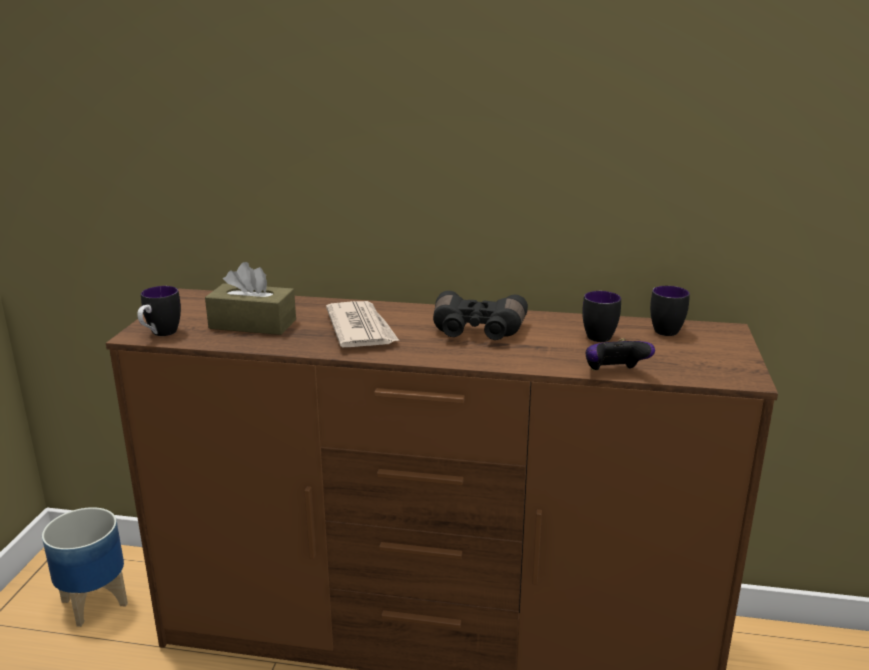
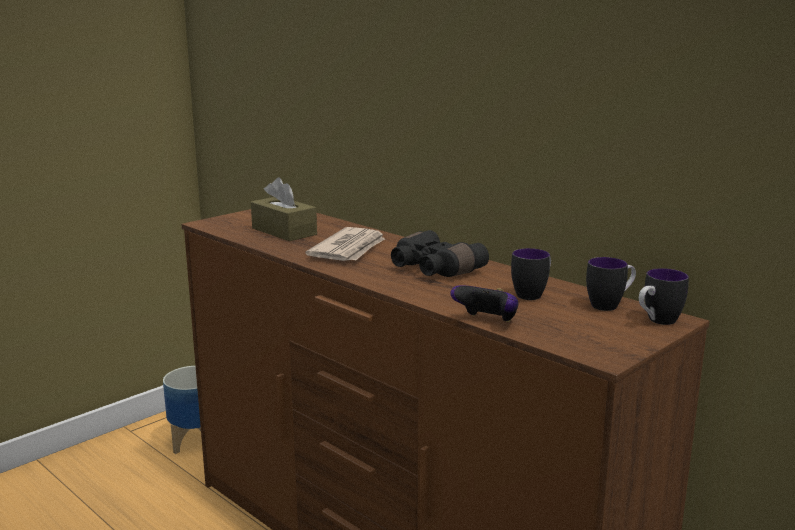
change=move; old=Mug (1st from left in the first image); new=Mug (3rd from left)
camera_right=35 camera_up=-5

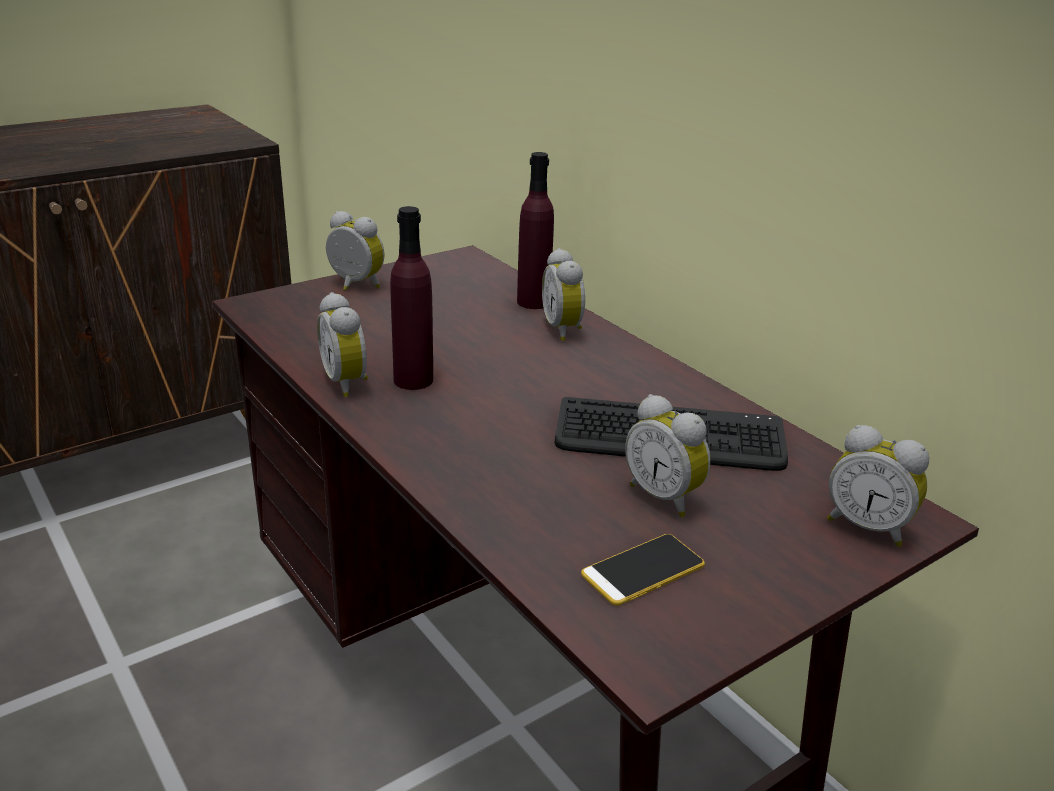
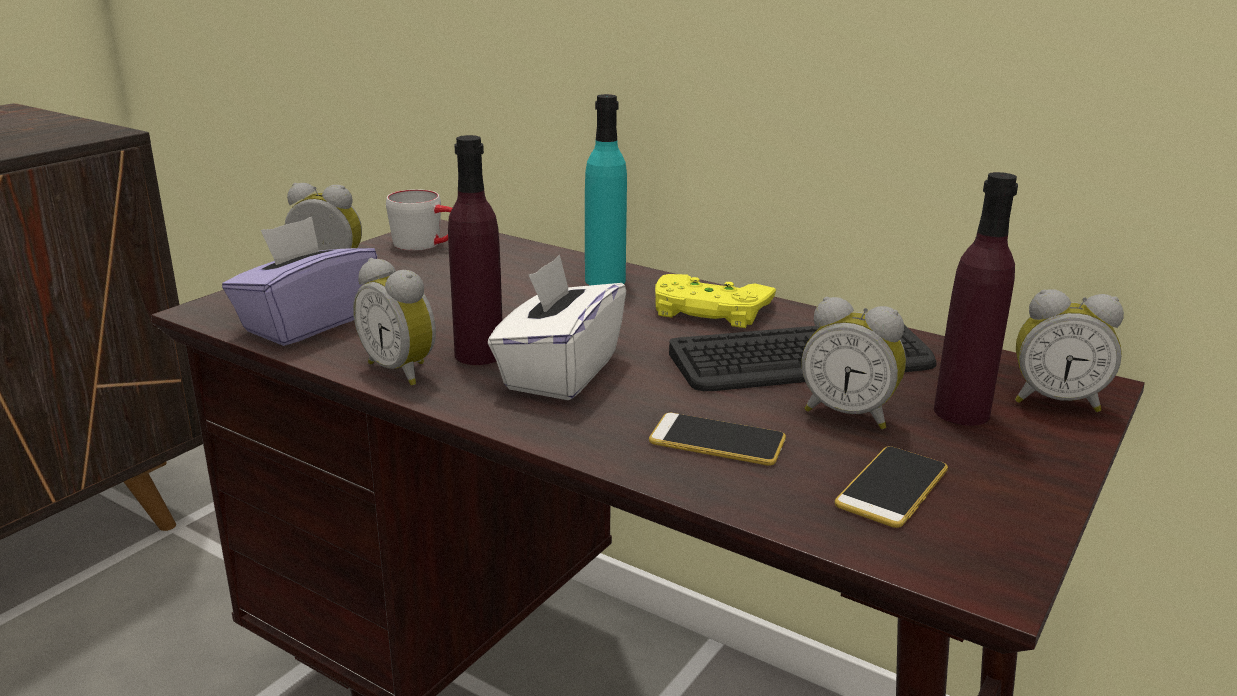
change=insert; new=PurpleTissueBox
change=insert; new=GreyMug
change=insert; new=WhiteTissueBox
change=replace; old=AlarmClock (3rd from left); new=TurquoiseBottle
change=insert; new=Phone (1st from left)
change=insert; new=YellowGameController
change=move; old=PurpleBottle (2nd from left)
camera_right=-20 camera_up=-5

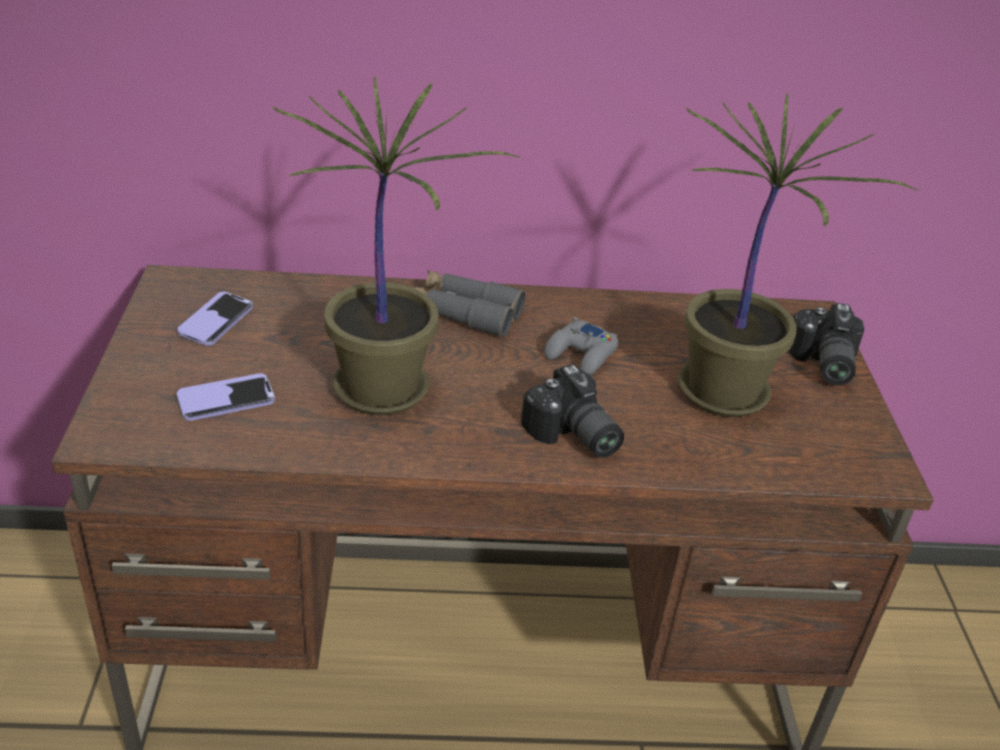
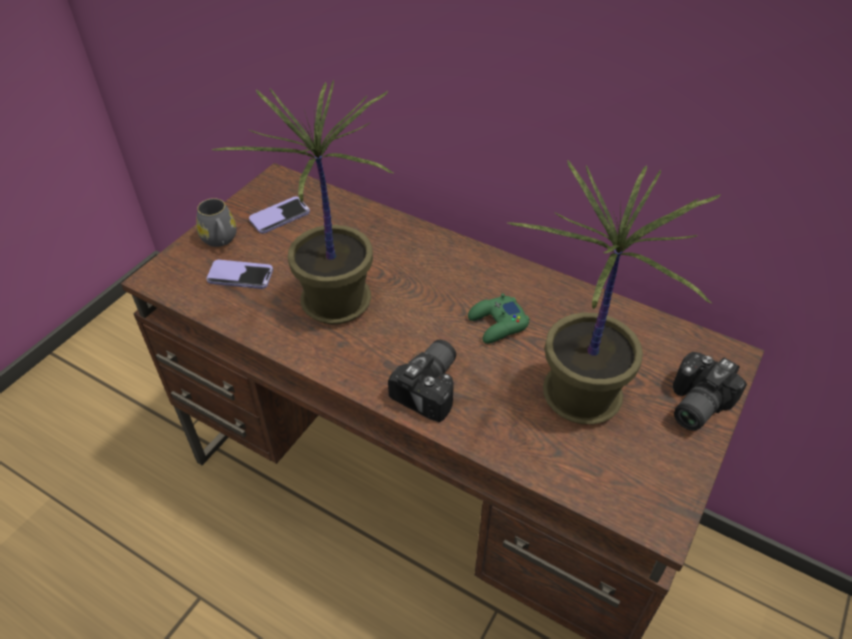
change=insert; new=GreyMug
change=rotate; old=PhotoCamera (1st from left); degrees=-150
change=recolor; old=GreyGameController; new=GreenGameController
change=delete; old=GreyBinoculars
camera_right=35 camera_up=10

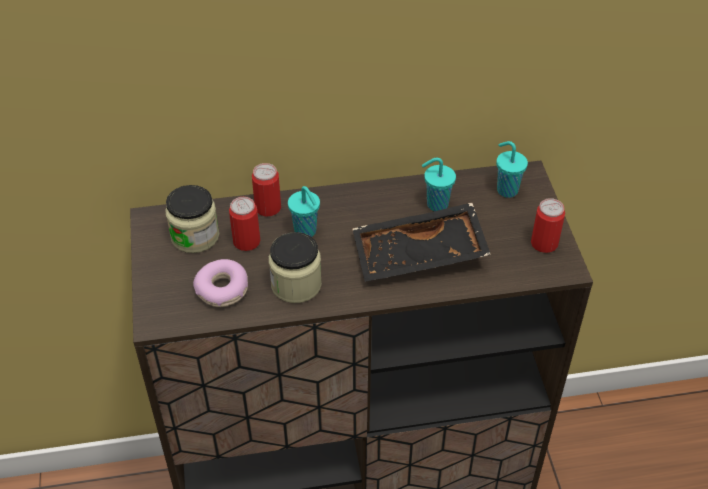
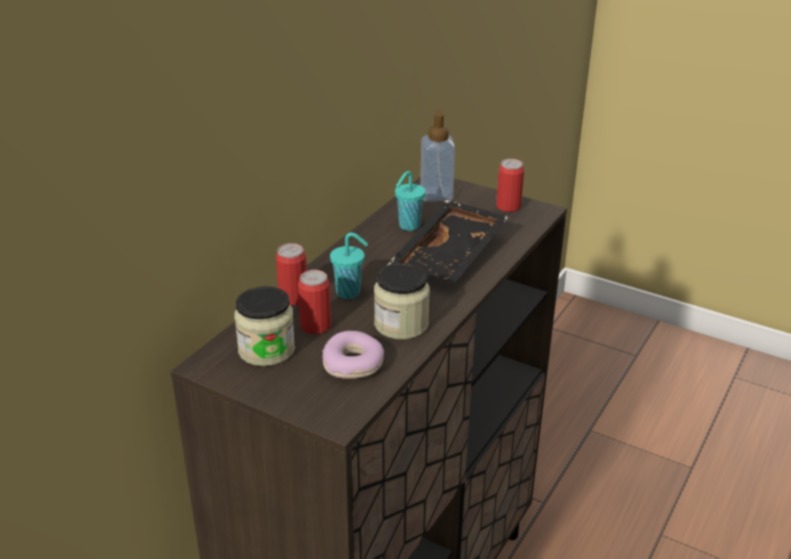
change=replace; old=TurquoiseCup (3rd from left); new=SoapDispenser
camera_right=-50 camera_up=-15

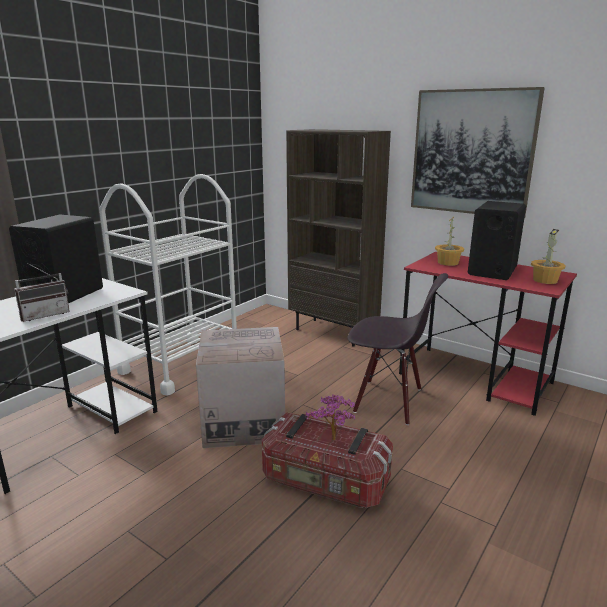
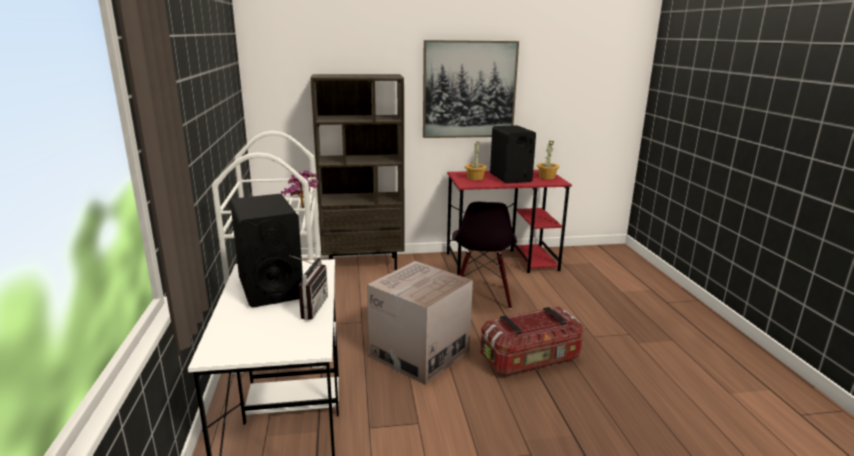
change=move; old=PottedPlant (1st from left)
change=rotate; old=BlackChair; degrees=120
camera_right=-45 camera_up=0

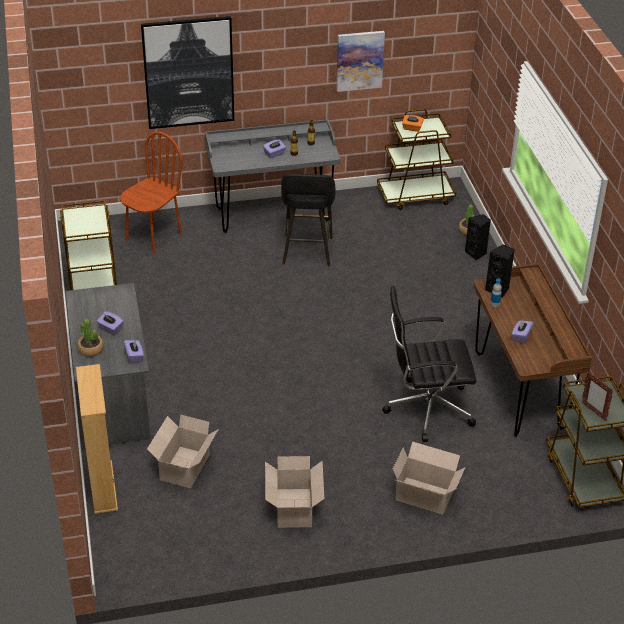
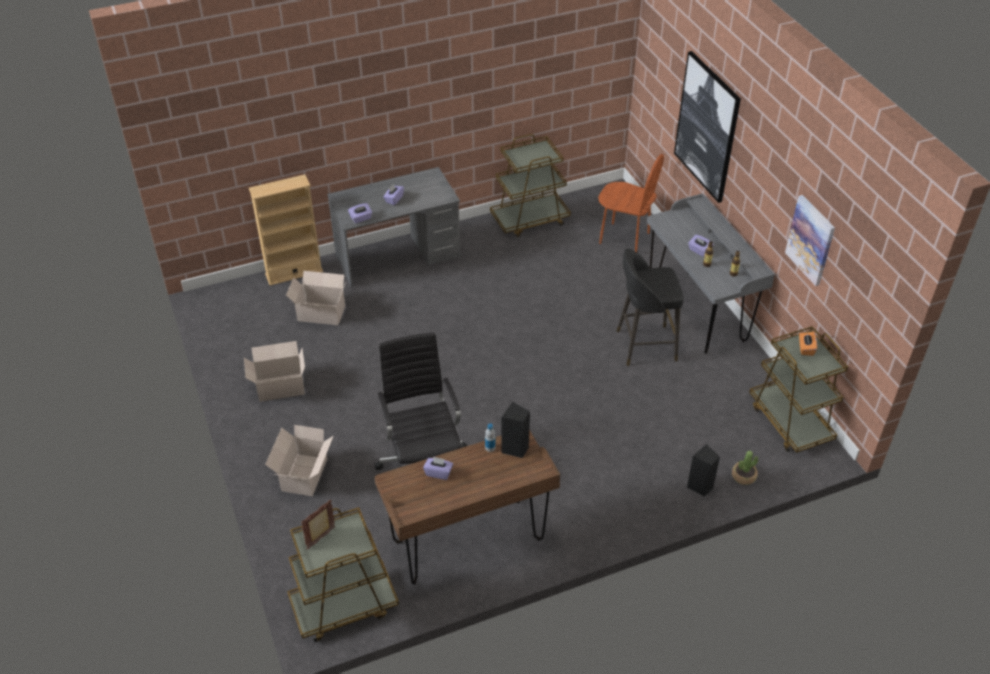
change=delete; old=PottedPlant (1st from left)
camera_right=80 camera_up=5

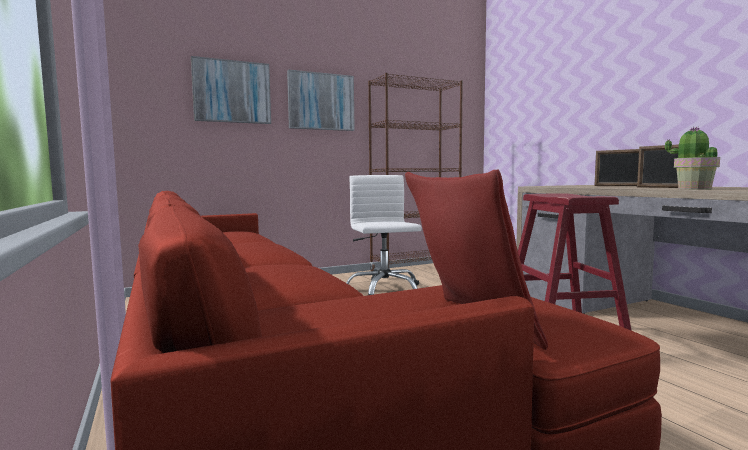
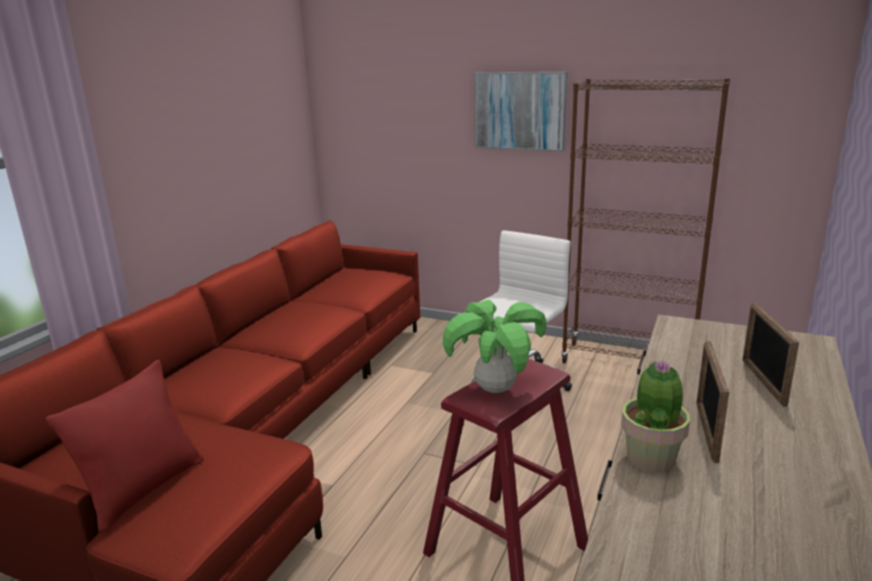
change=insert; new=PottedPlant (1st from left)
change=delete; old=Picture (1st from left)
camera_right=50 camera_up=15

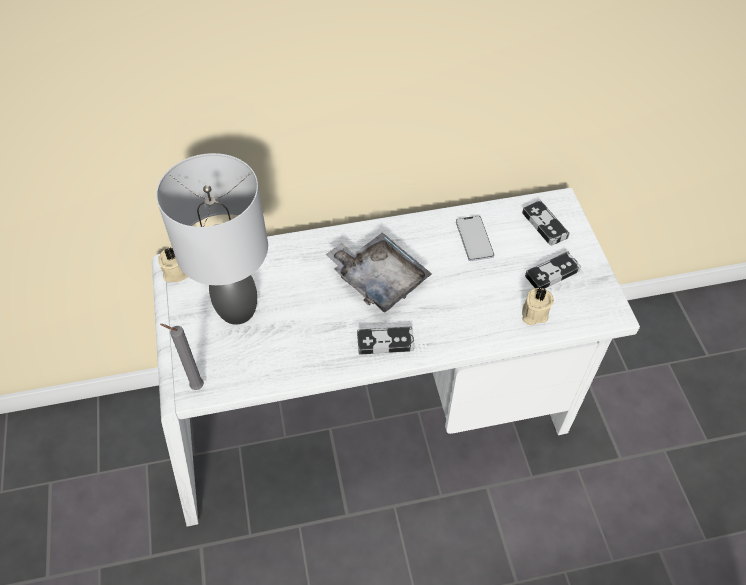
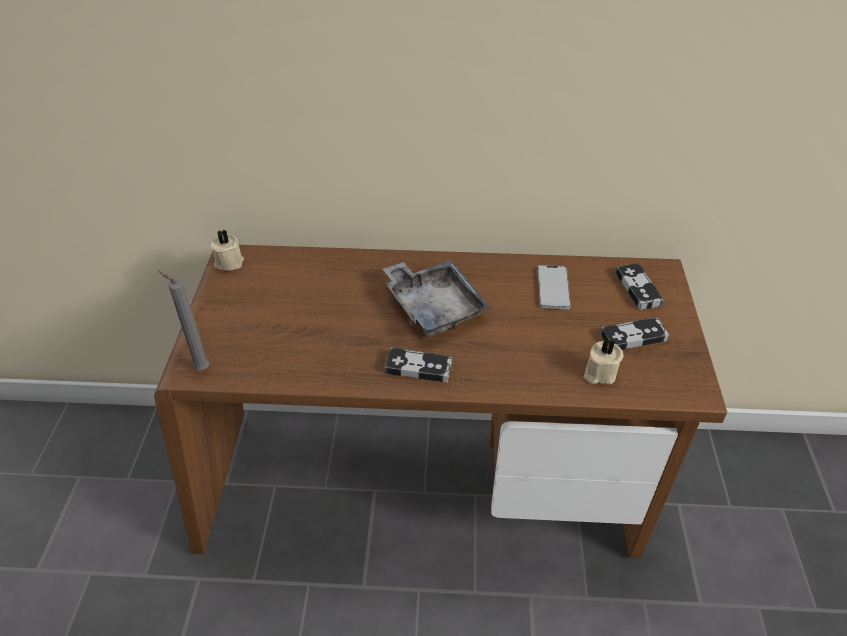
change=recolor; old=WhiteDesk; new=BrownDesk
change=delete; old=GreyTableLamp
camera_right=15 camera_up=-10

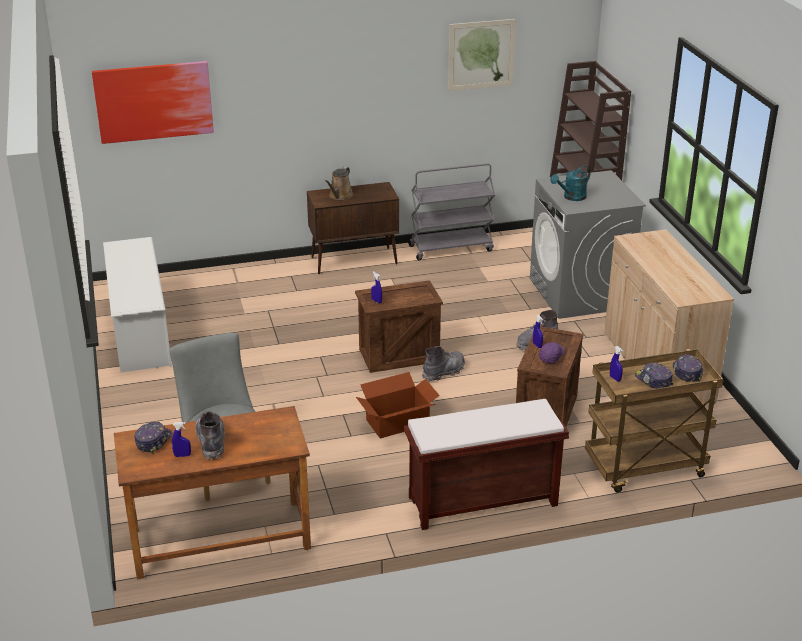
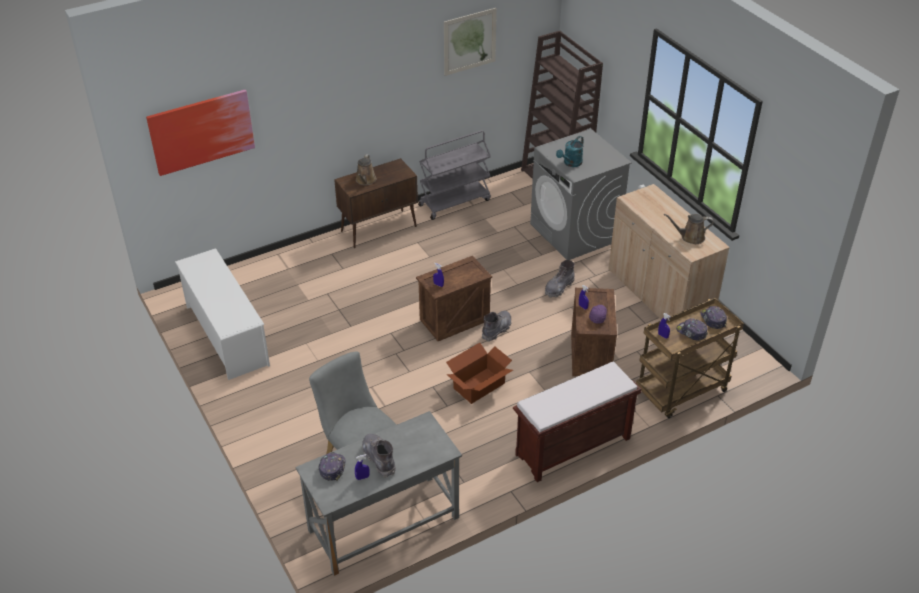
change=recolor; old=BrownDesk; new=GreyDesk
change=insert; new=BrownWateringCan (2nd from left)
camera_right=-15 camera_up=10

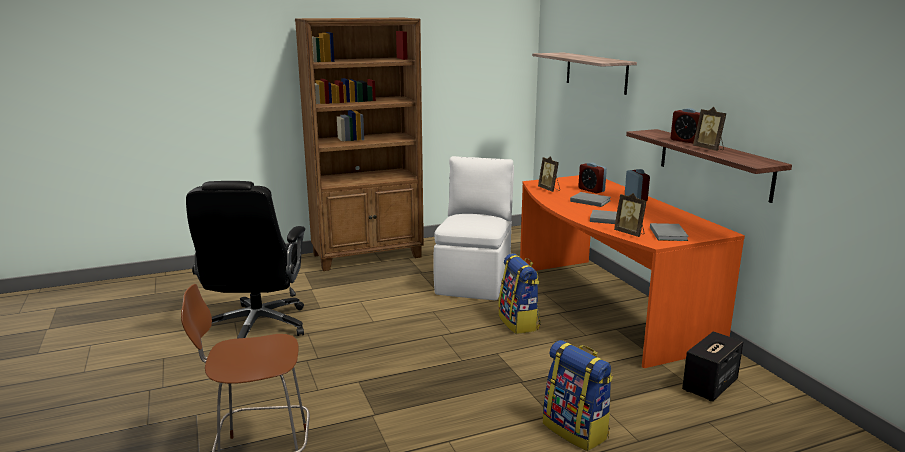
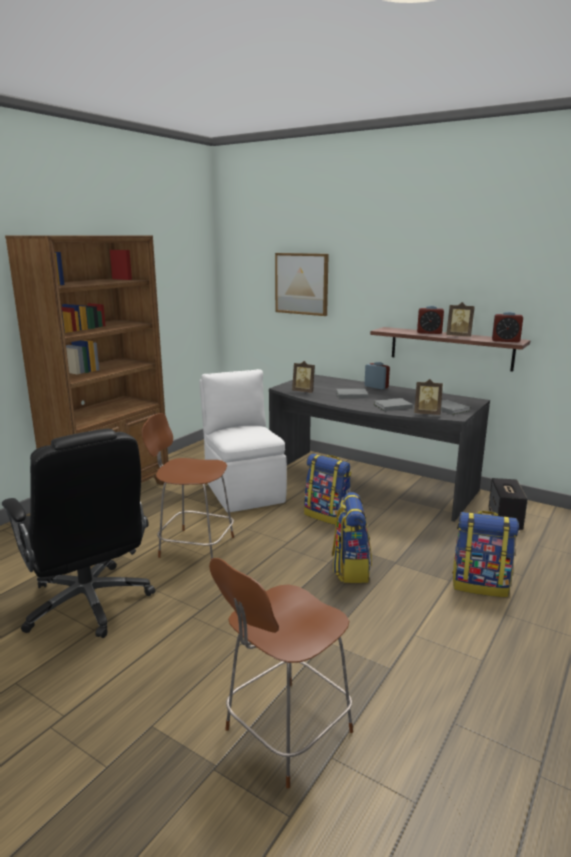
change=insert; new=BrownChair (1st from left)
change=recolor; old=OrangeDesk; new=GreyDesk
change=replace; old=Shelf (1st from left); new=Picture
change=insert; new=Backpack (2nd from left)
change=move; old=AlarmClock (1st from left in the first image); new=AlarmClock (3rd from left)
camera_right=-35 camera_up=0

